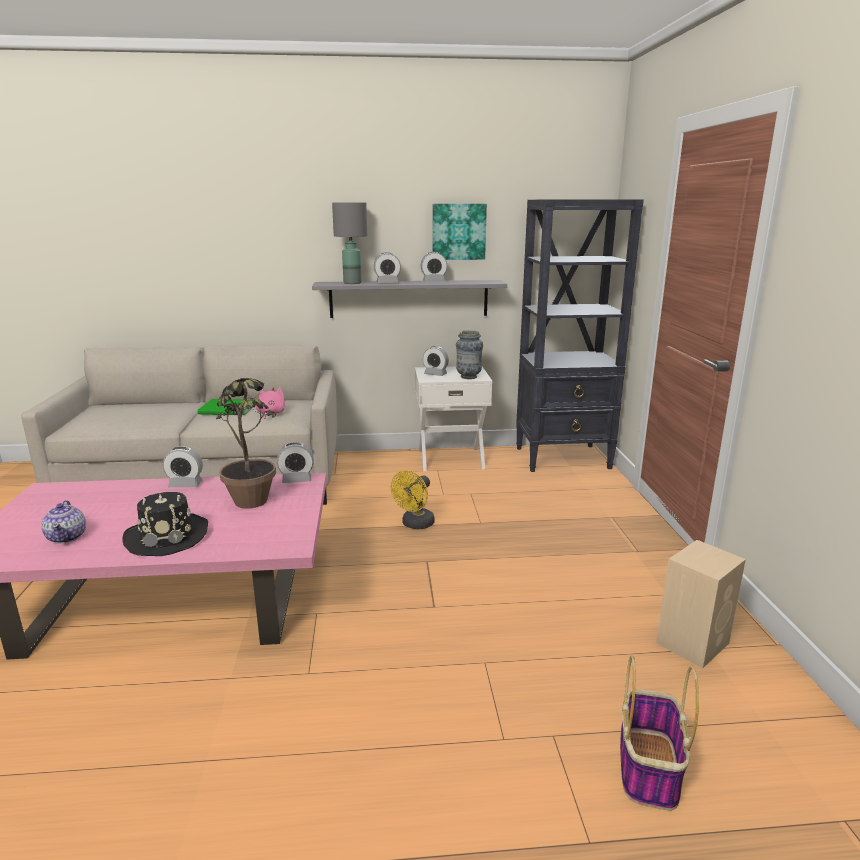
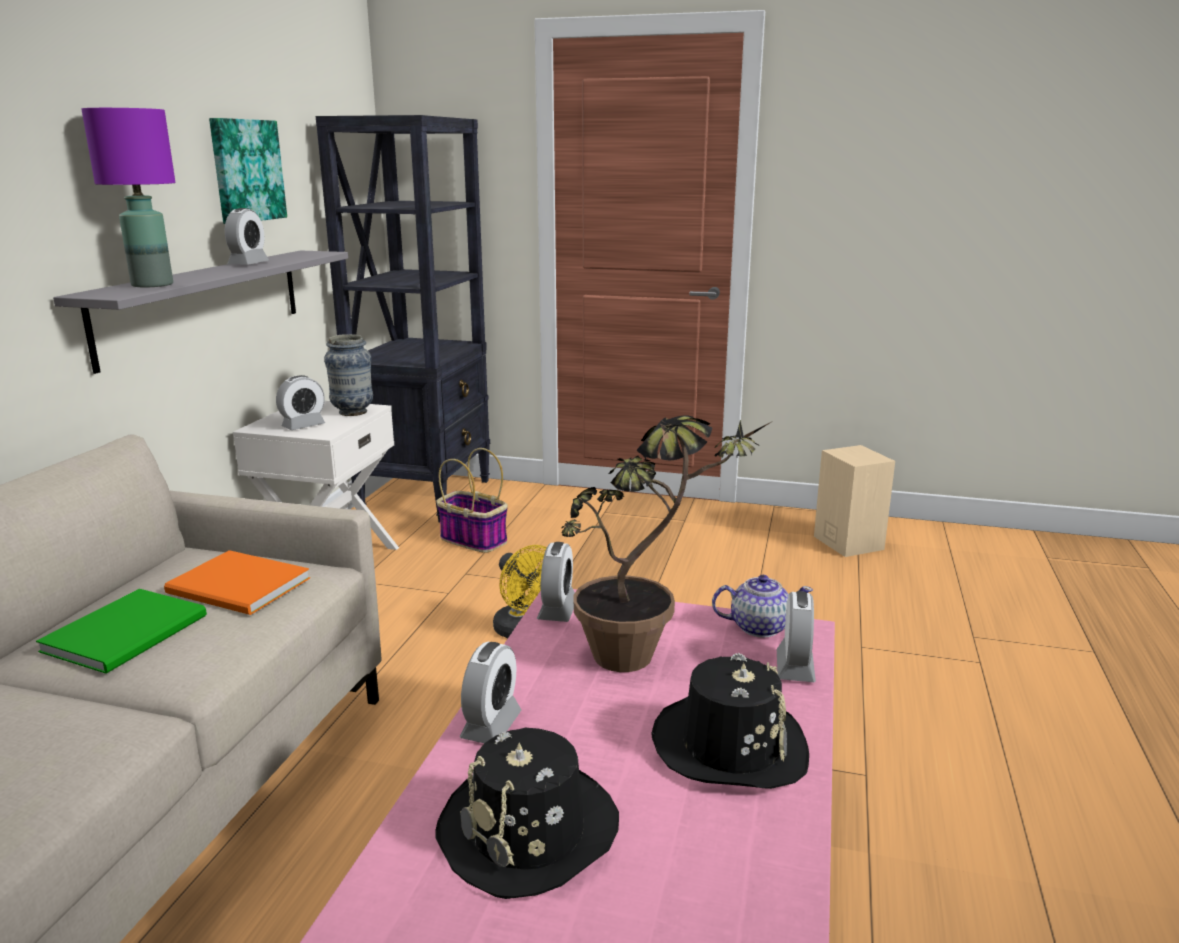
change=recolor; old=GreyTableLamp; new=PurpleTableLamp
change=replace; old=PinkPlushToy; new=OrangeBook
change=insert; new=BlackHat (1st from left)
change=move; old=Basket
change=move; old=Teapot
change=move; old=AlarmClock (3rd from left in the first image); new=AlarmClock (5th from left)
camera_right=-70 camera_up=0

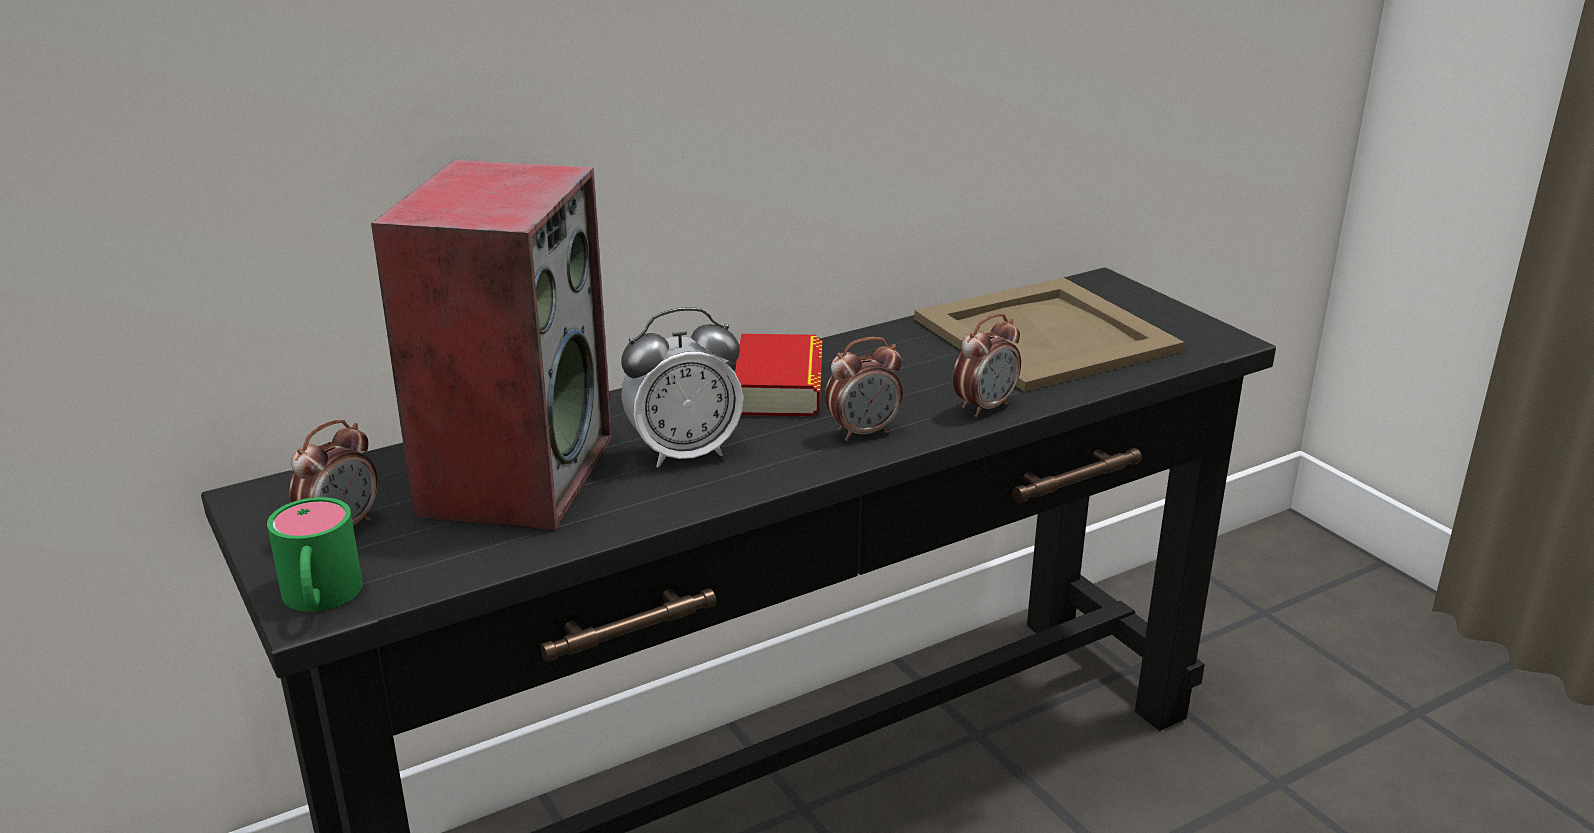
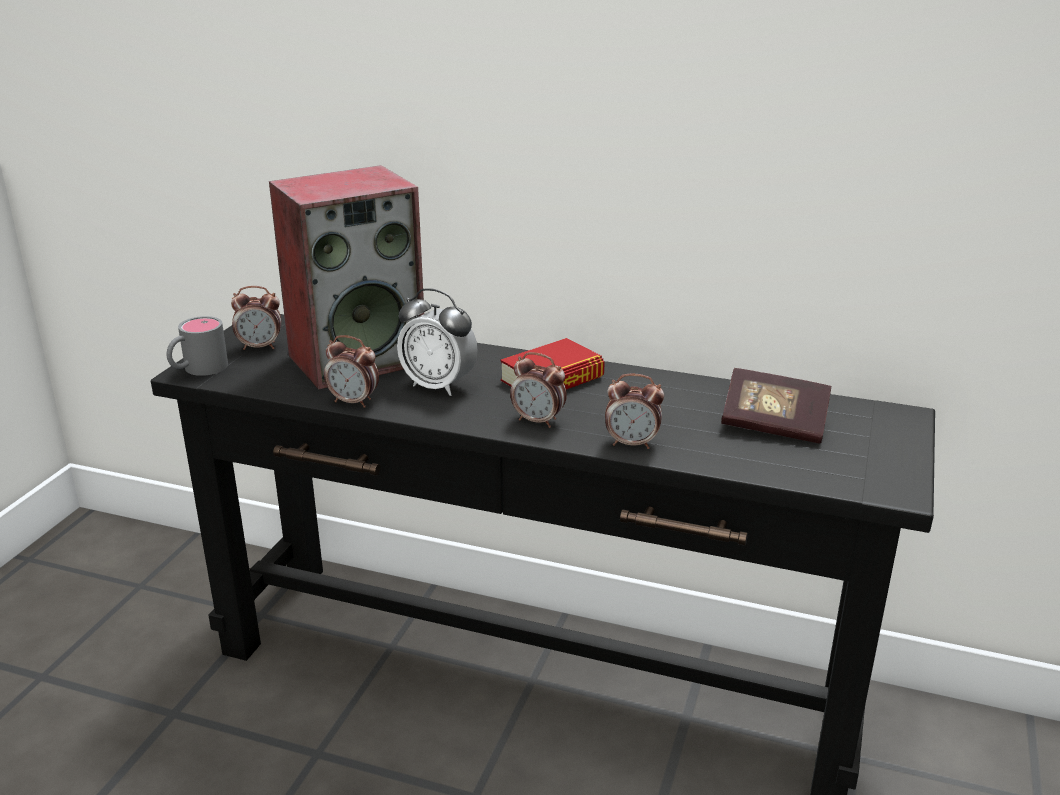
change=recolor; old=GreenMug; new=GreyMug
change=insert; new=AlarmClock (2nd from left)
change=replace; old=BeigeTray; new=Book (2nd from left)
camera_right=50 camera_up=0

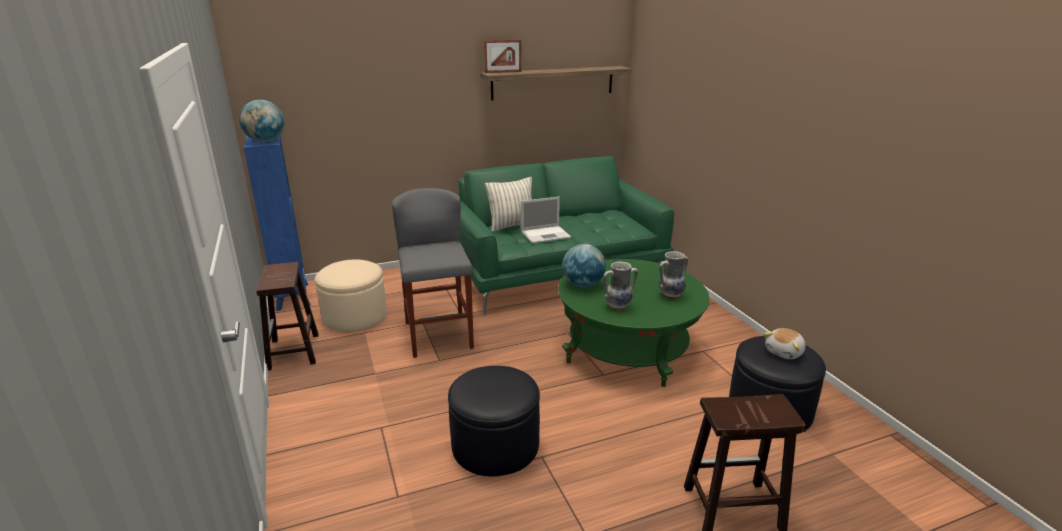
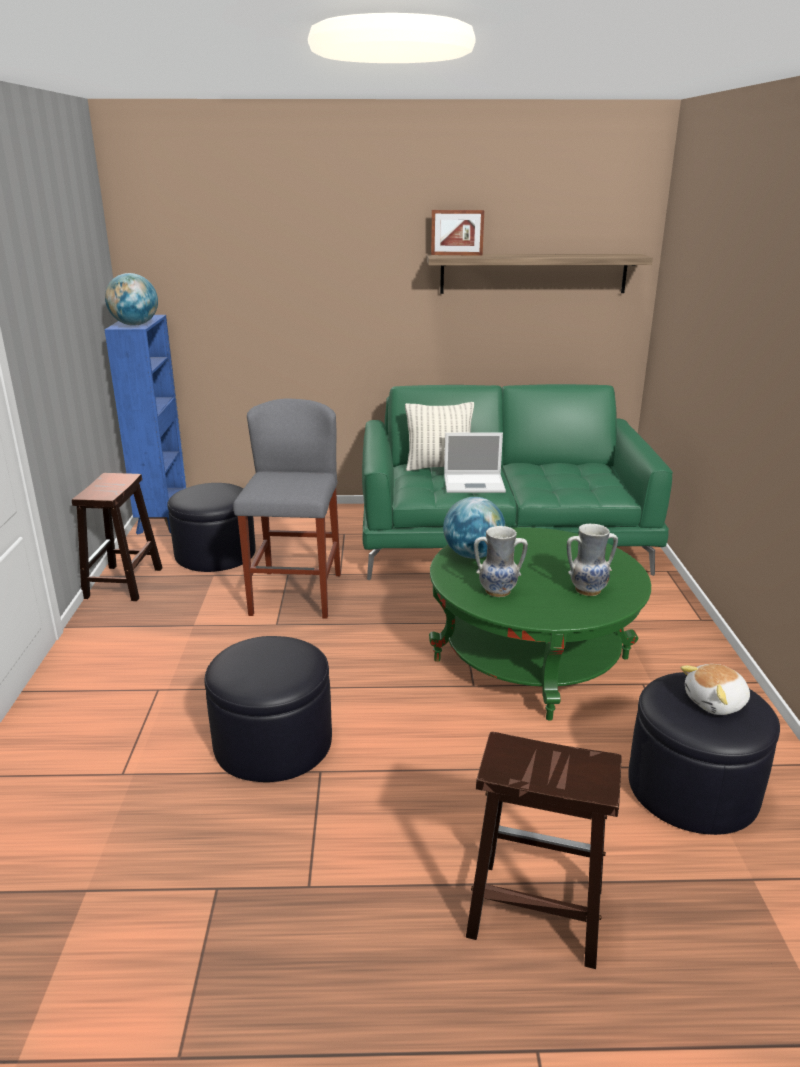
change=recolor; old=BeigeOttoman; new=BlackOttoman (1st from left)
camera_right=20 camera_up=0

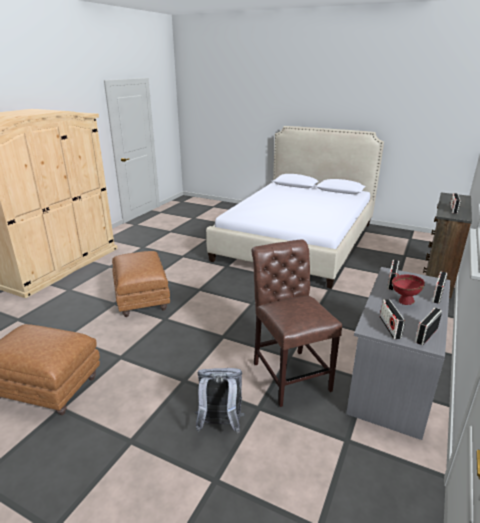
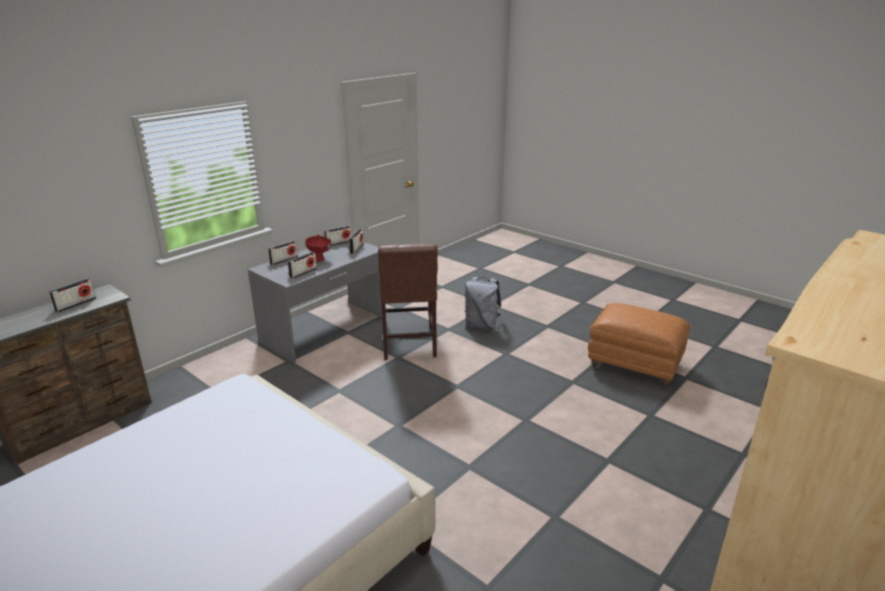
change=delete; old=BrownOttoman (2nd from left)
camera_right=-165 camera_up=0

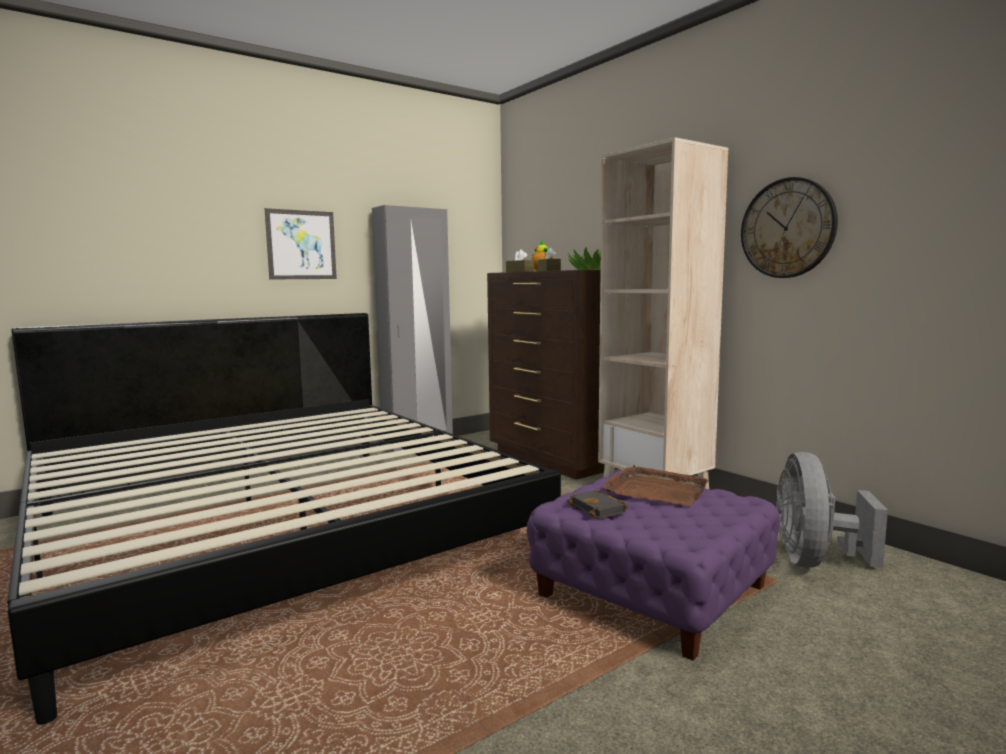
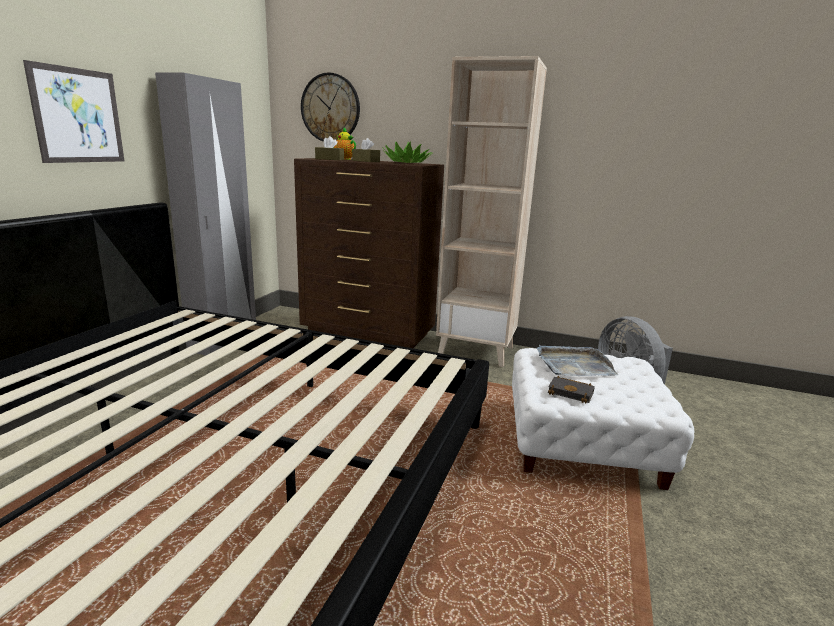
change=move; old=WallClock
change=recolor; old=PurpleOttoman; new=WhiteOttoman
change=recolor; old=BrownTray; new=GreyTray
camera_right=-35 camera_up=10

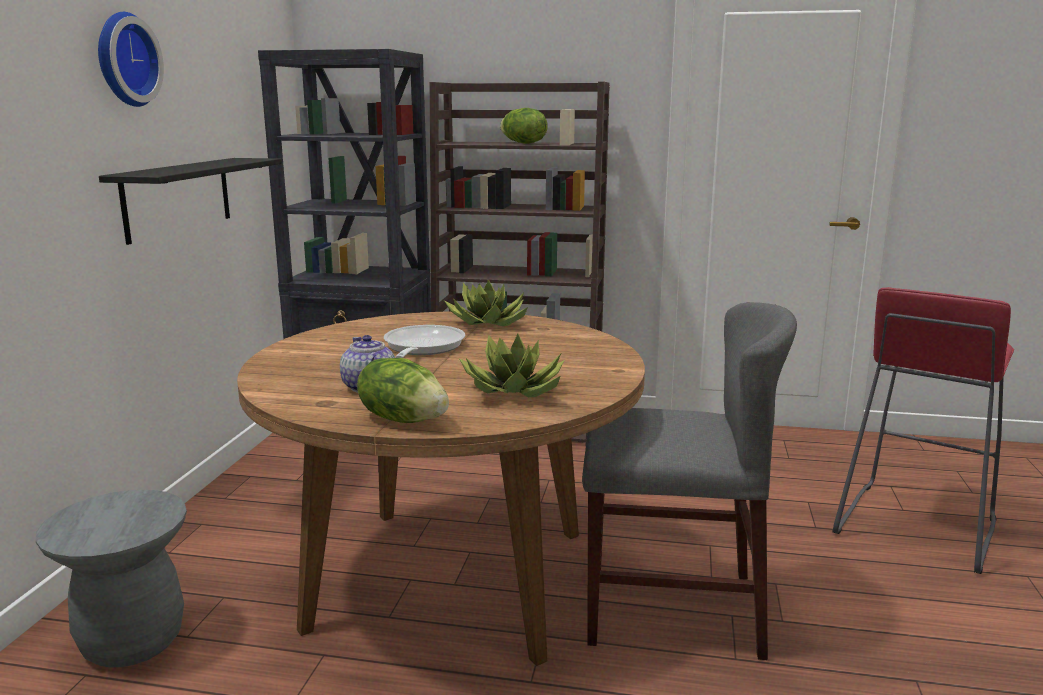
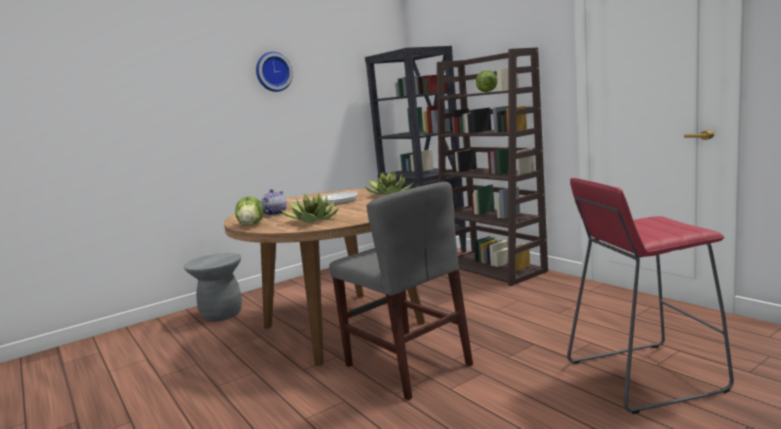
change=delete; old=BlackShelf
camera_right=45 camera_up=-5

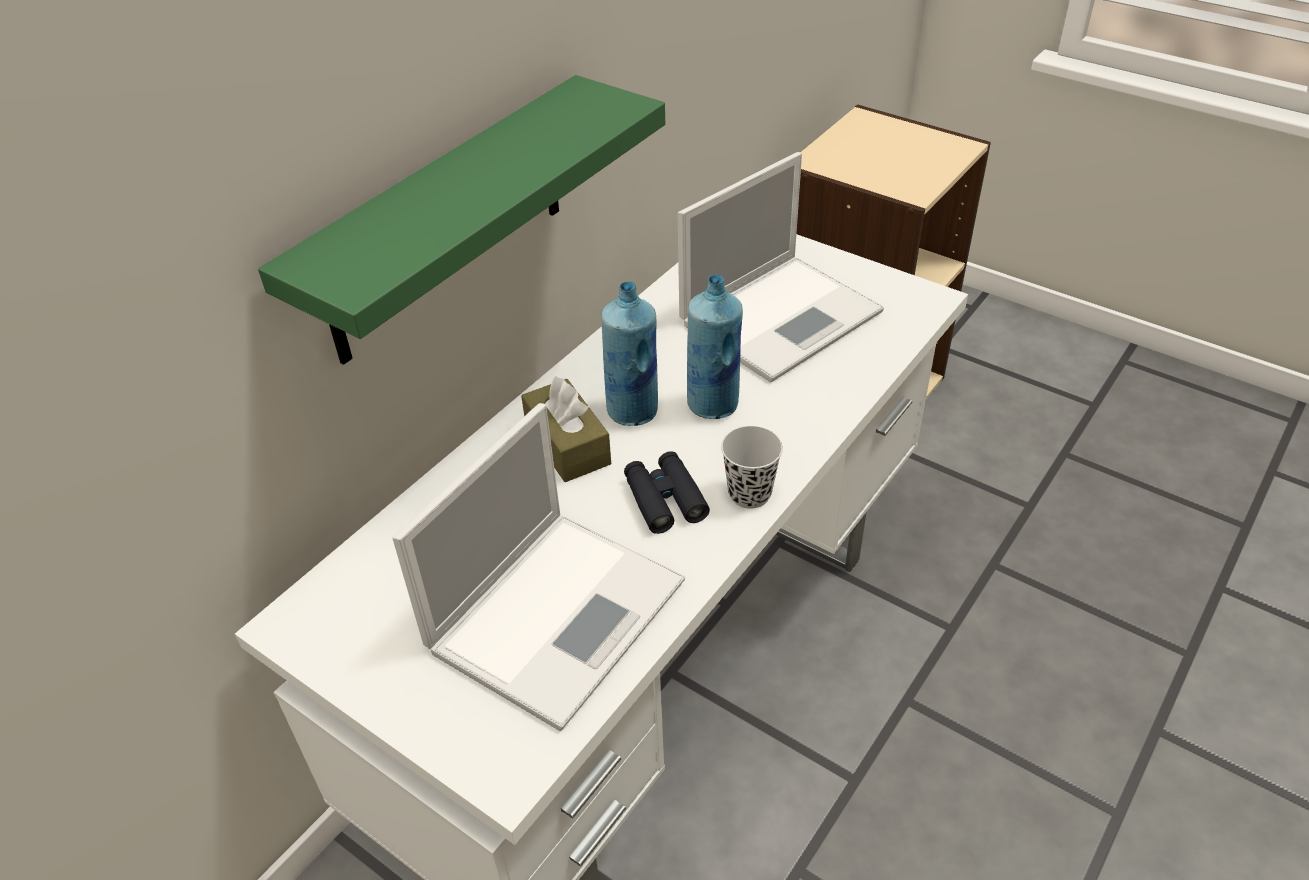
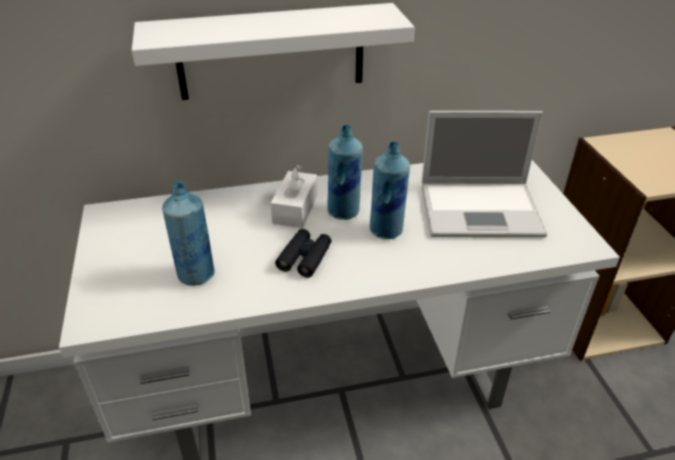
change=recolor; old=GreenShelf; new=WhiteShelf
change=replace; old=Laptop (1st from left); new=BlueBottle (1st from left)
change=recolor; old=BrownTissueBox; new=WhiteTissueBox
change=delete; old=BlackCup
camera_right=40 camera_up=-5

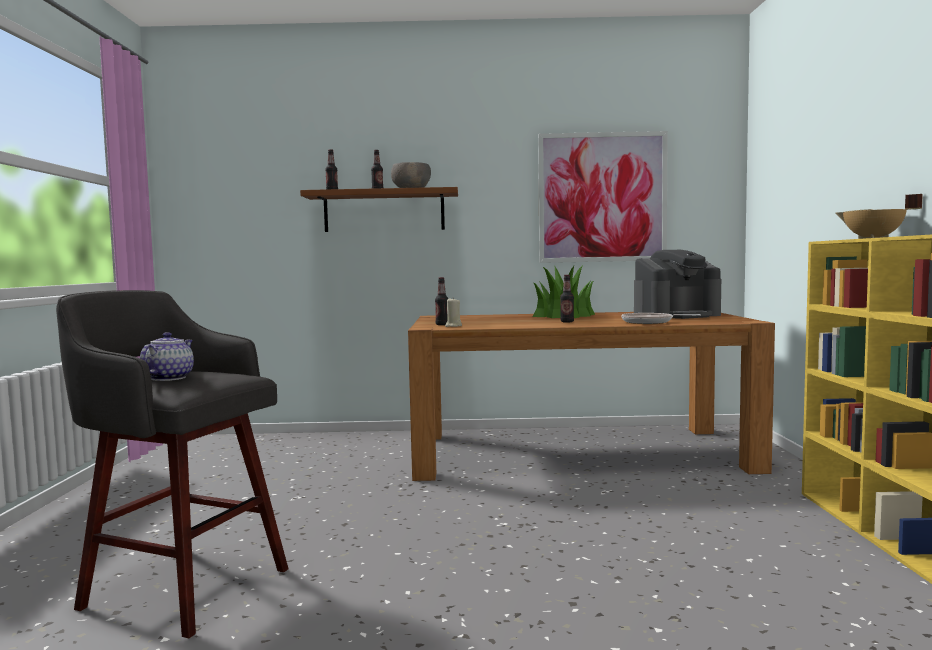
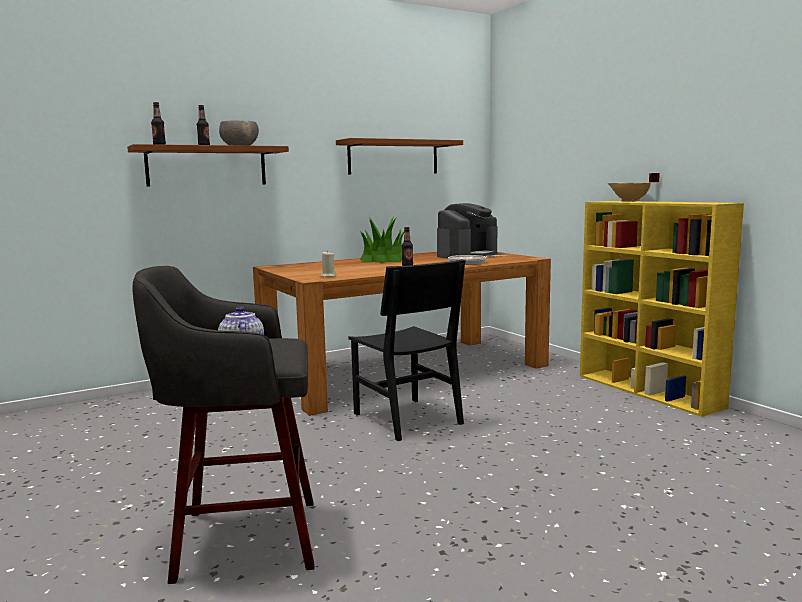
change=replace; old=Picture; new=BrownShelf (2nd from left)
change=insert; new=BlackChair
change=delete; old=Bottle (3rd from left)
camera_right=-30 camera_up=5

